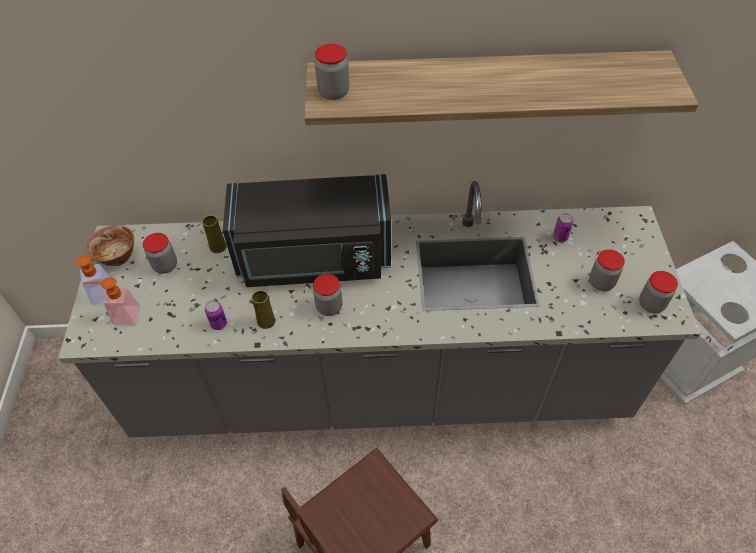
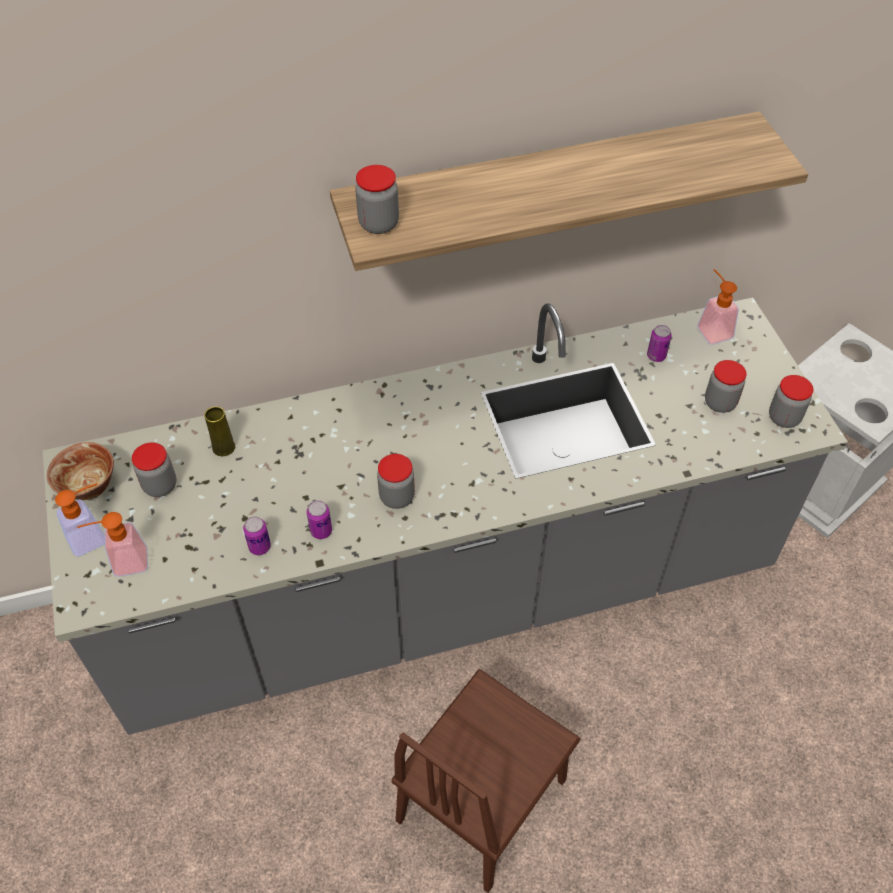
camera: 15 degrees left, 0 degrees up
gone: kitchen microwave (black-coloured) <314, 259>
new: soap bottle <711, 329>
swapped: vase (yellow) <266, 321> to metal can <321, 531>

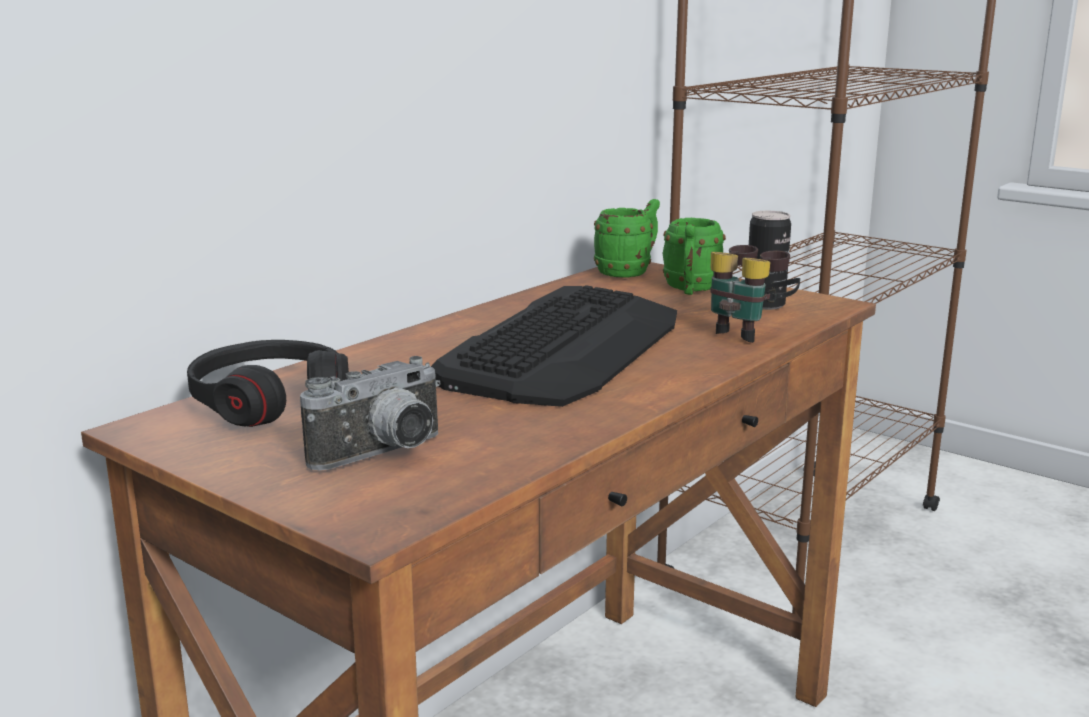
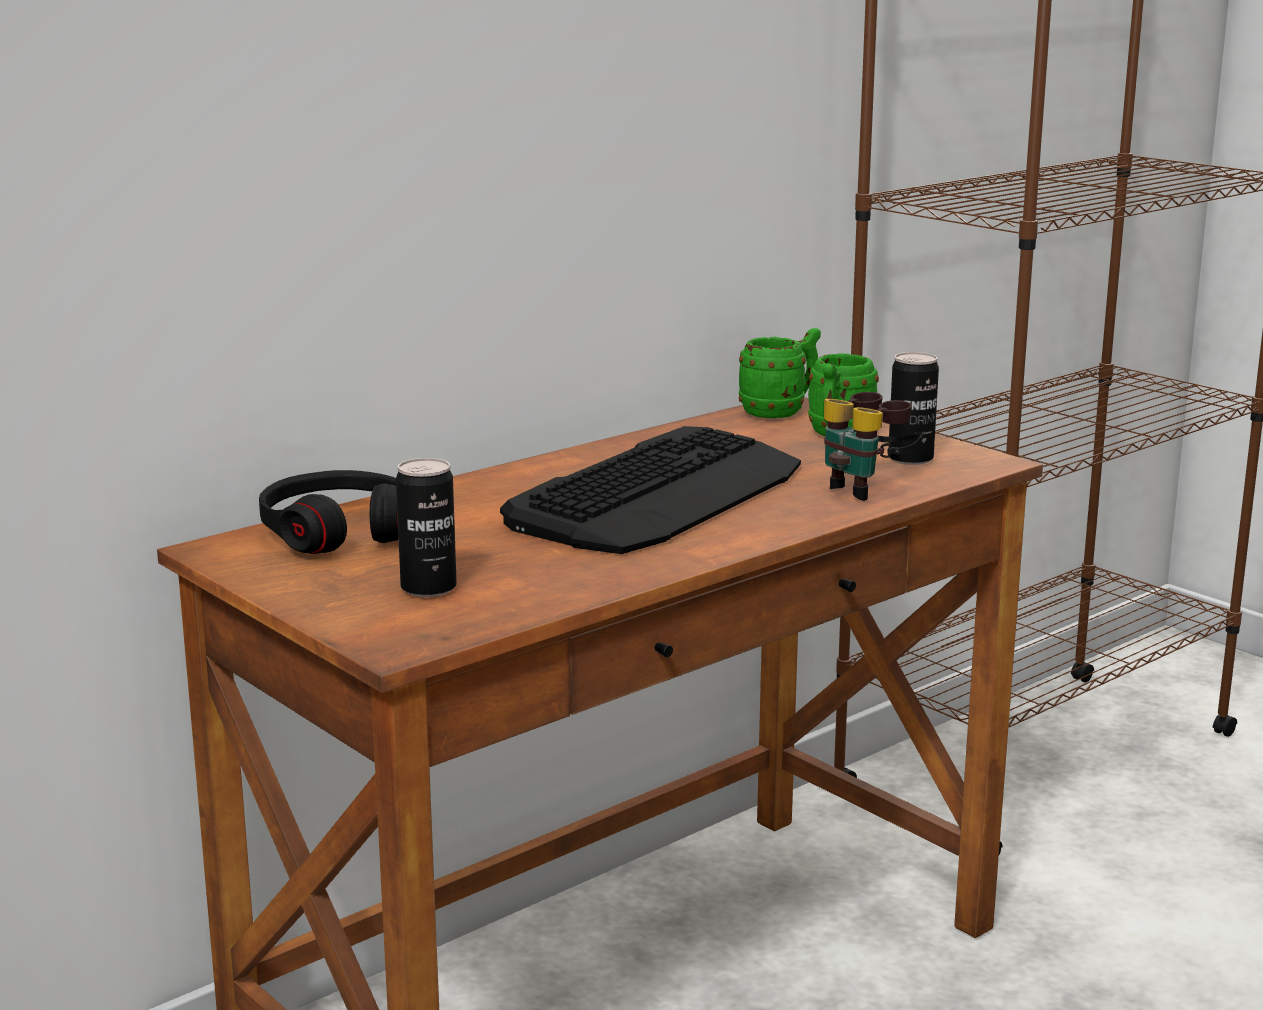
camera: 10 degrees right, 0 degrees up
swapped: photo camera <385, 455> to metal can <428, 588>

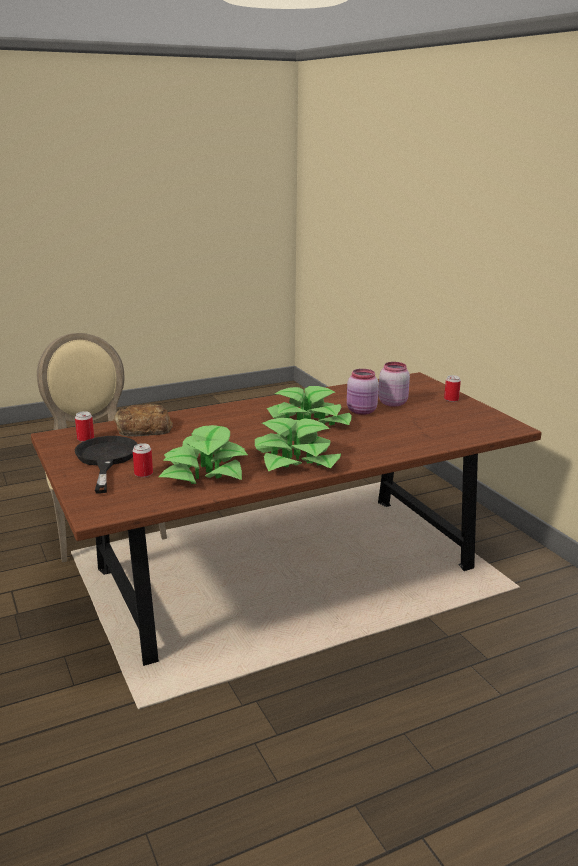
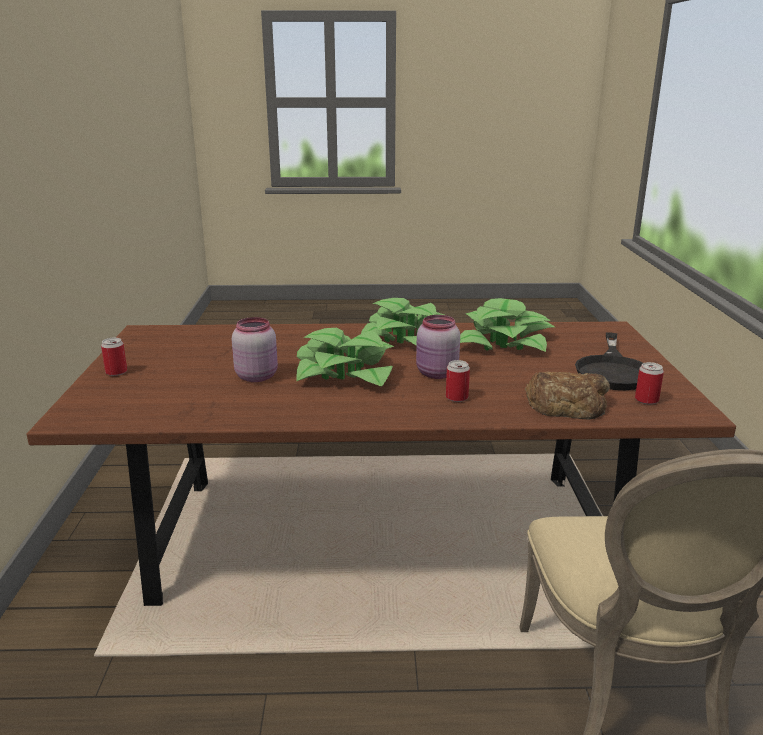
camera: 155 degrees left, 0 degrees up
shifted: metal can <143, 474> to <456, 398>; storage jar (pink-coloured) <392, 403> to <436, 374>

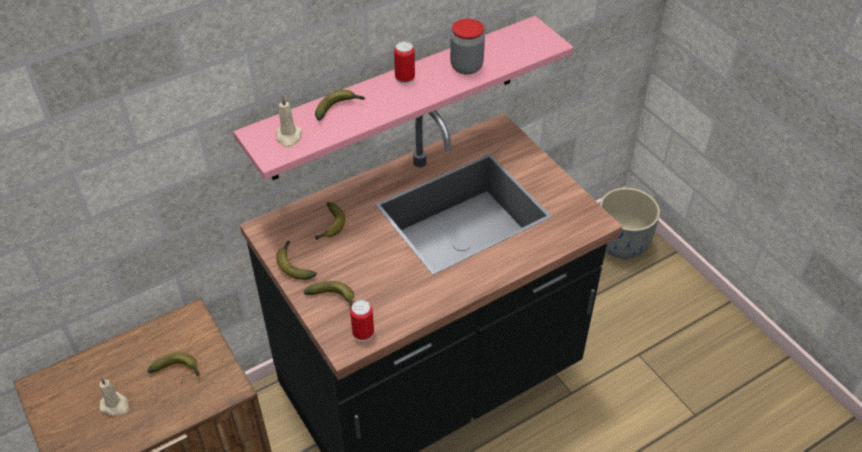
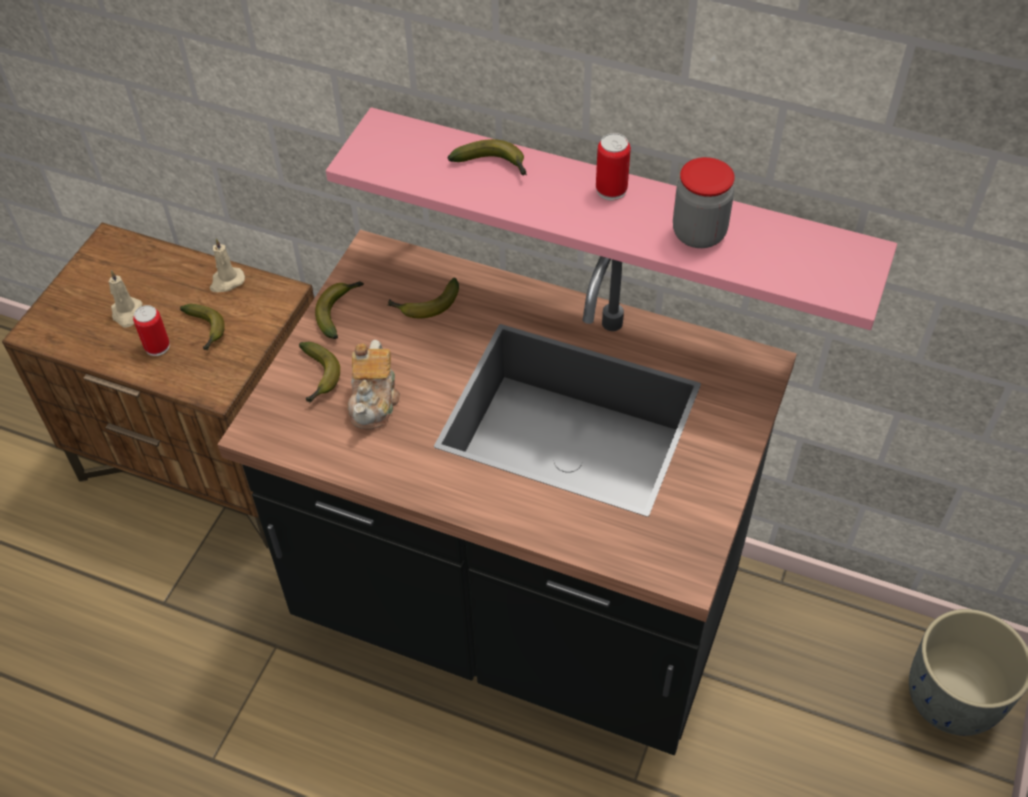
camera: 55 degrees right, 5 degrees up
new: teapot <374, 401>
shifted: wax candle (beige-coloured) <289, 137> to <226, 281>; metal can <363, 333> to <157, 346>

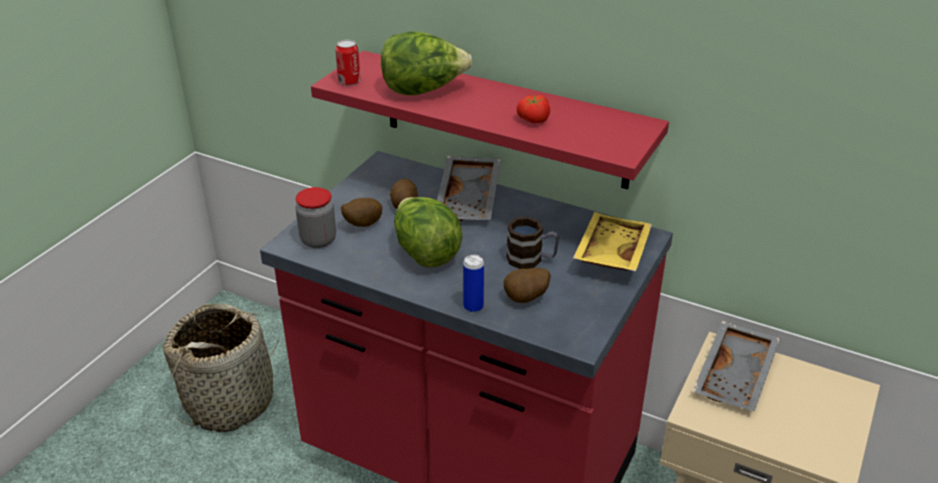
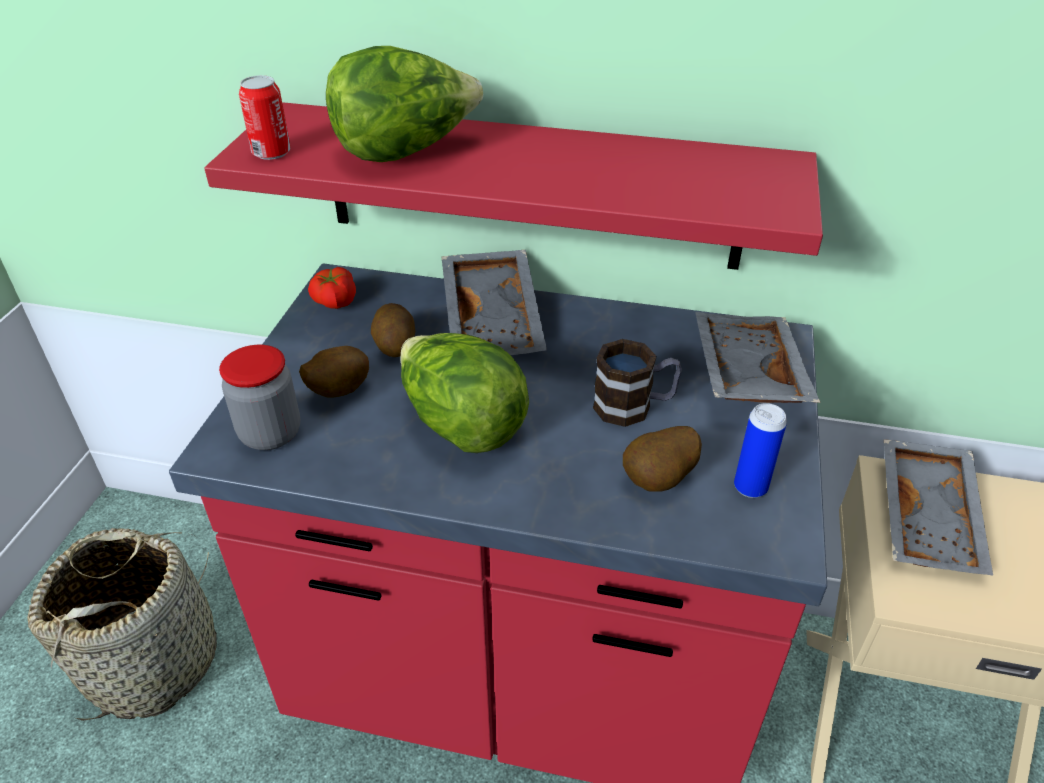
camera: 15 degrees left, 5 degrees up
shifted: metal can <473, 307> to <750, 487>; tomato <532, 119> to <334, 302>
repainted: carrying tray (yellow) <610, 252> to carrying tray (grey) <744, 373>

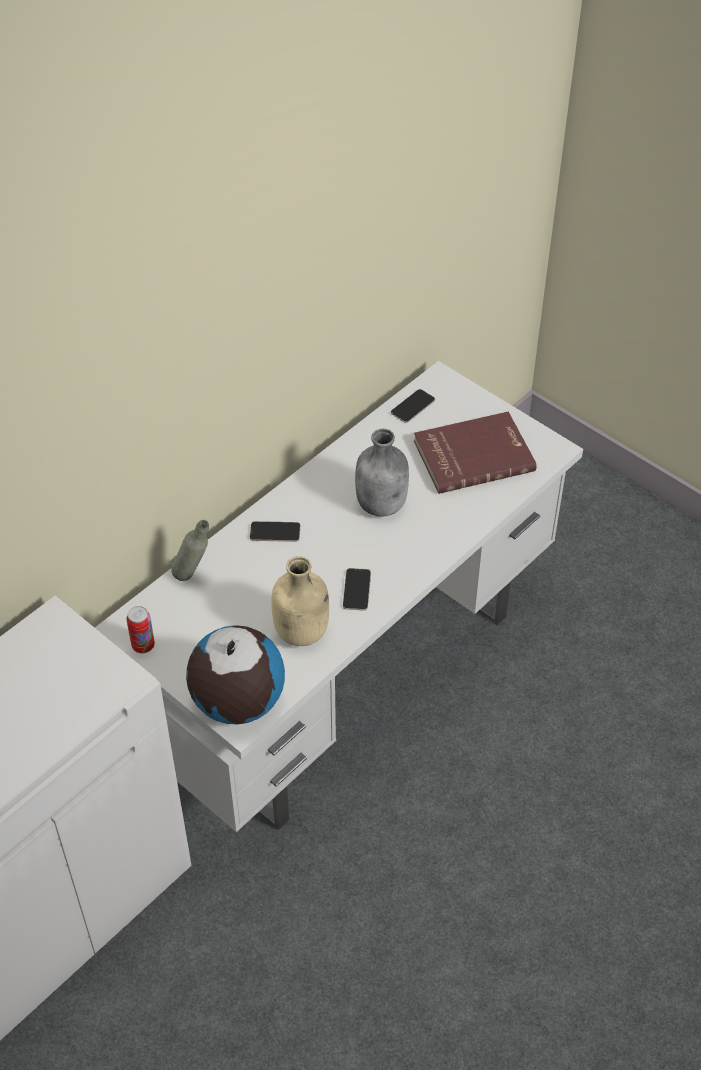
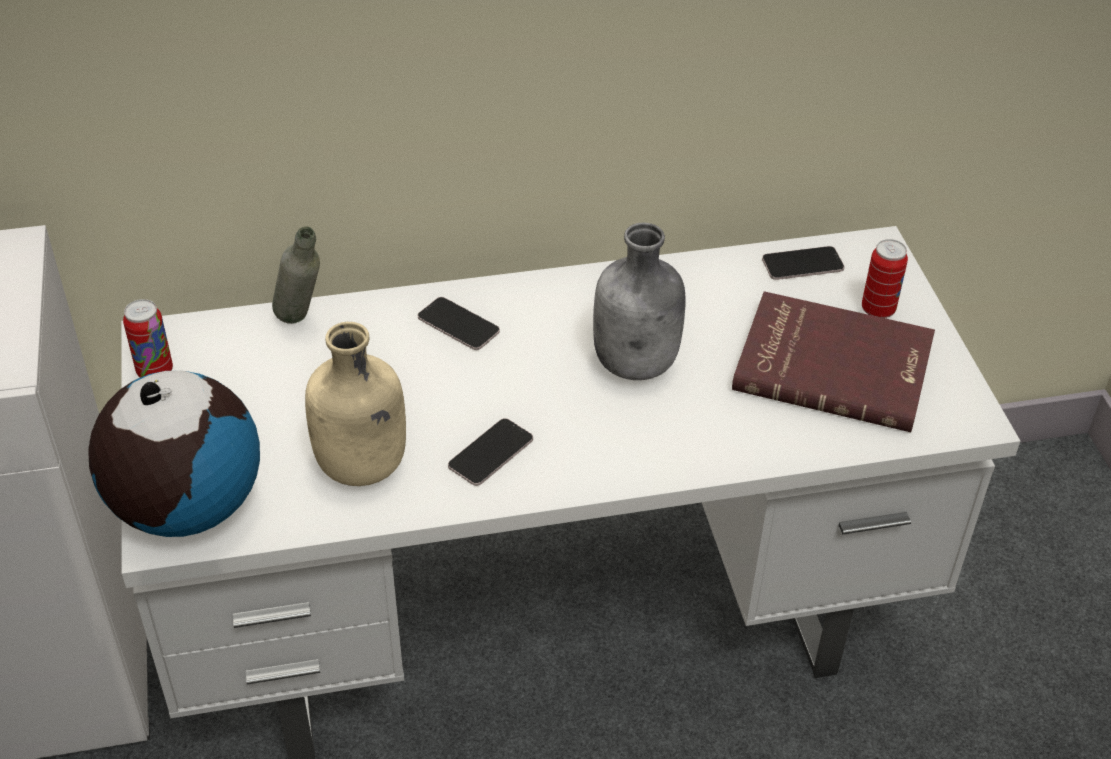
camera: 35 degrees right, 5 degrees down
new: metal can <878, 310>

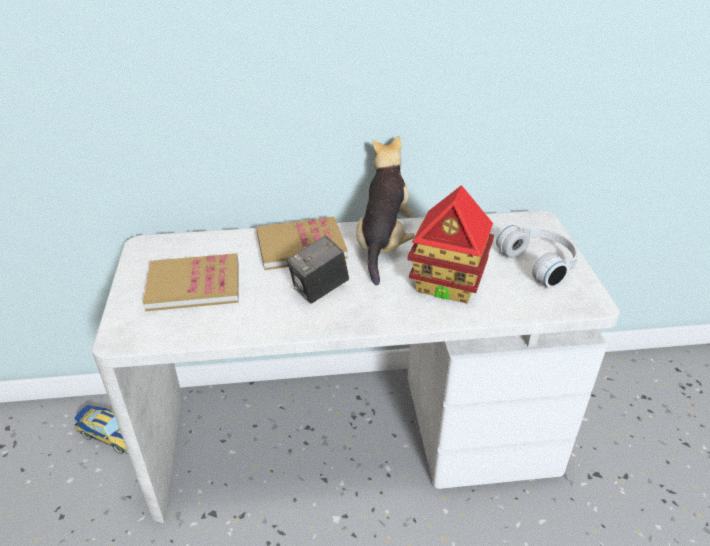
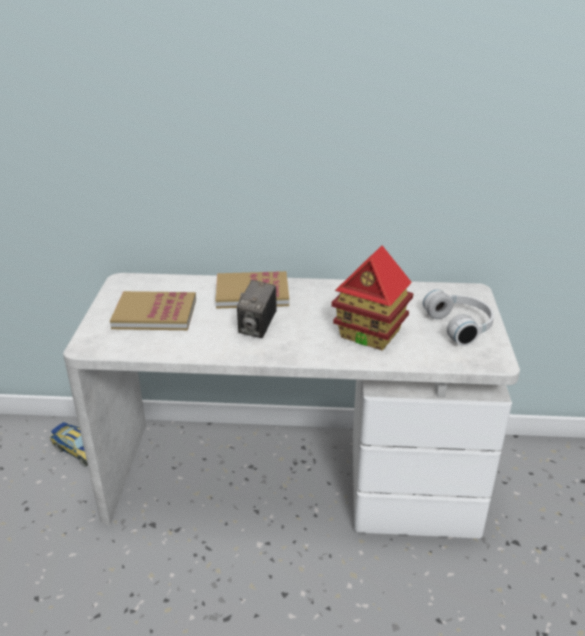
camera: 10 degrees right, 5 degrees down
gone: cuddly toy <383, 244>
rotated: photo camera <319, 290> = <257, 328> 45 degrees counterclockwise

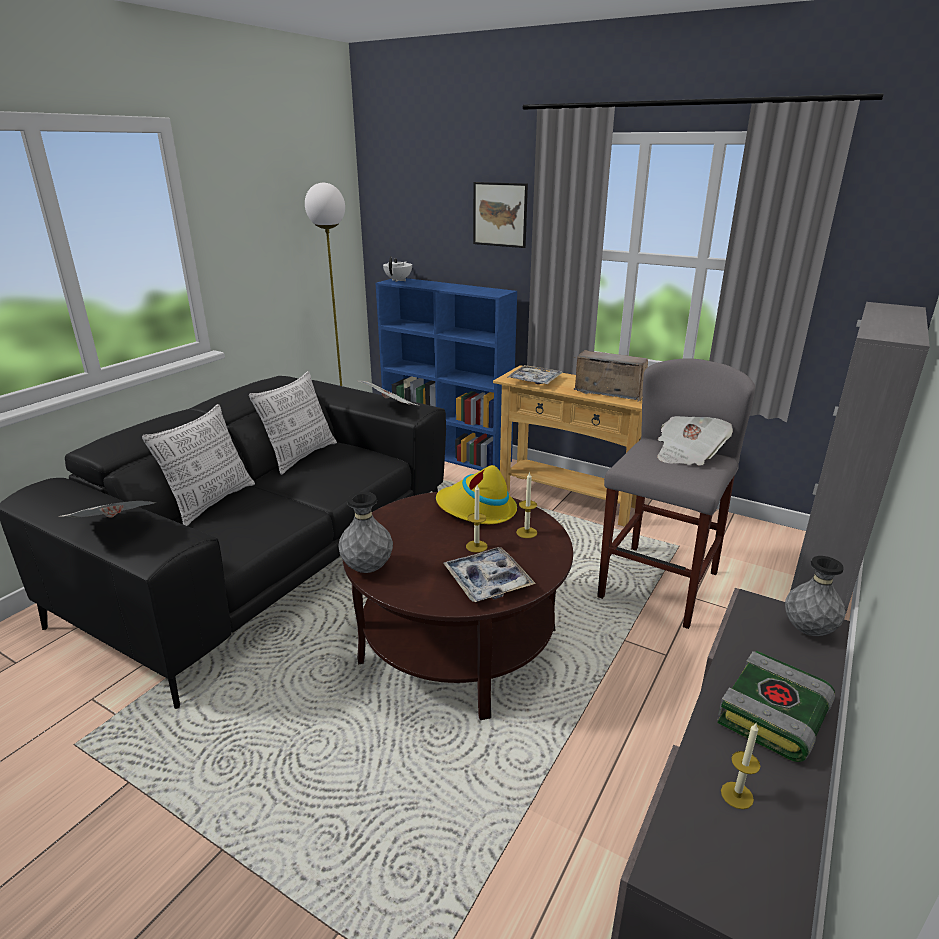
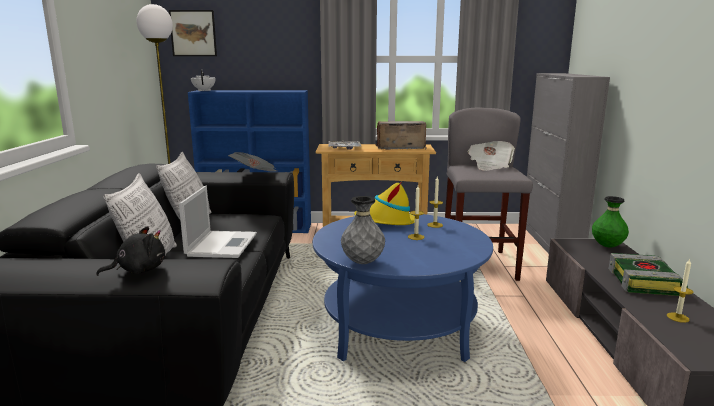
camera: 30 degrees left, 10 degrees down
gone: carrying tray <487, 581>
new: notebook computer <222, 244>
shifted: picture <500, 214> to <193, 33>
swapped: daily paper <116, 529> to cuddly toy (black-coloured) <138, 270>
repainted: coffee table (brown) <458, 643> to coffee table (bluish) <399, 327>; vase (grey) <808, 630> to vase (green-coloured) <607, 246>

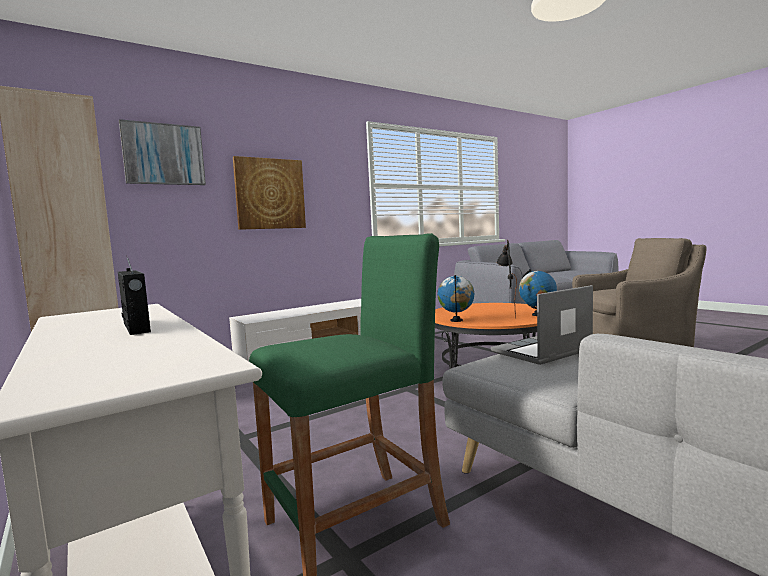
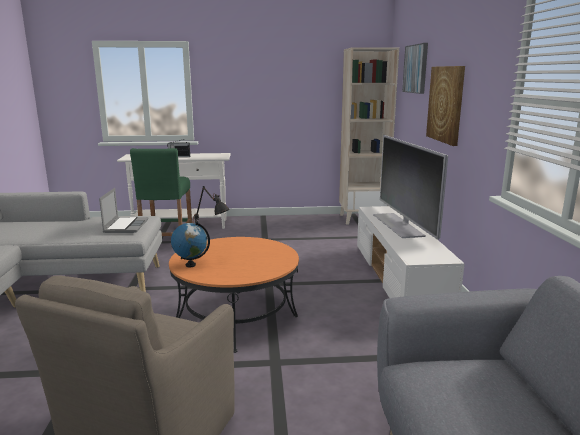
camera: 120 degrees right, 10 degrees up
gone: world globe <456, 320>
new: TV <399, 225>

